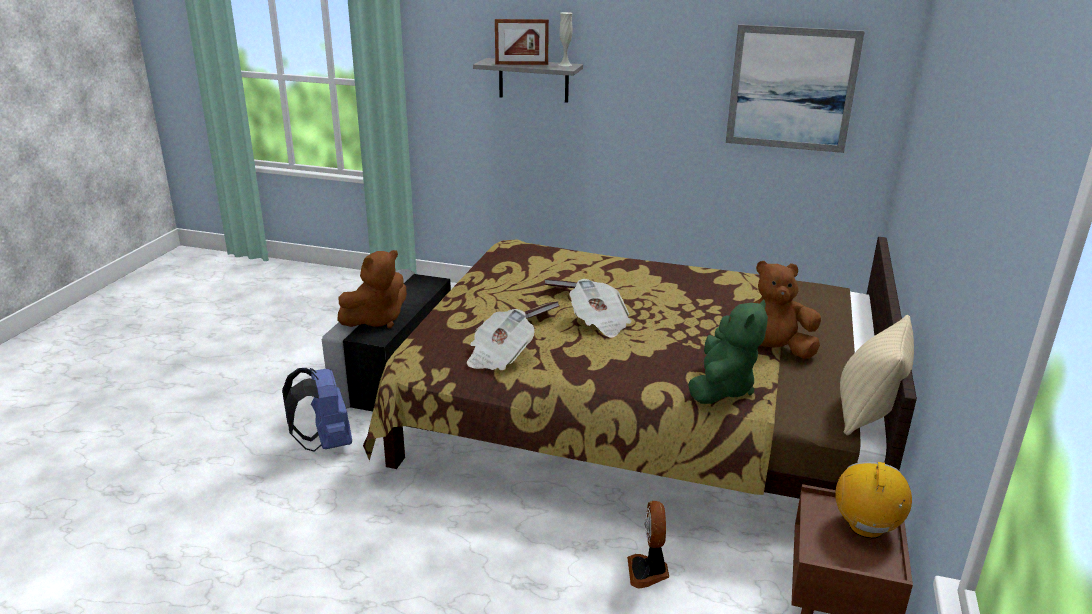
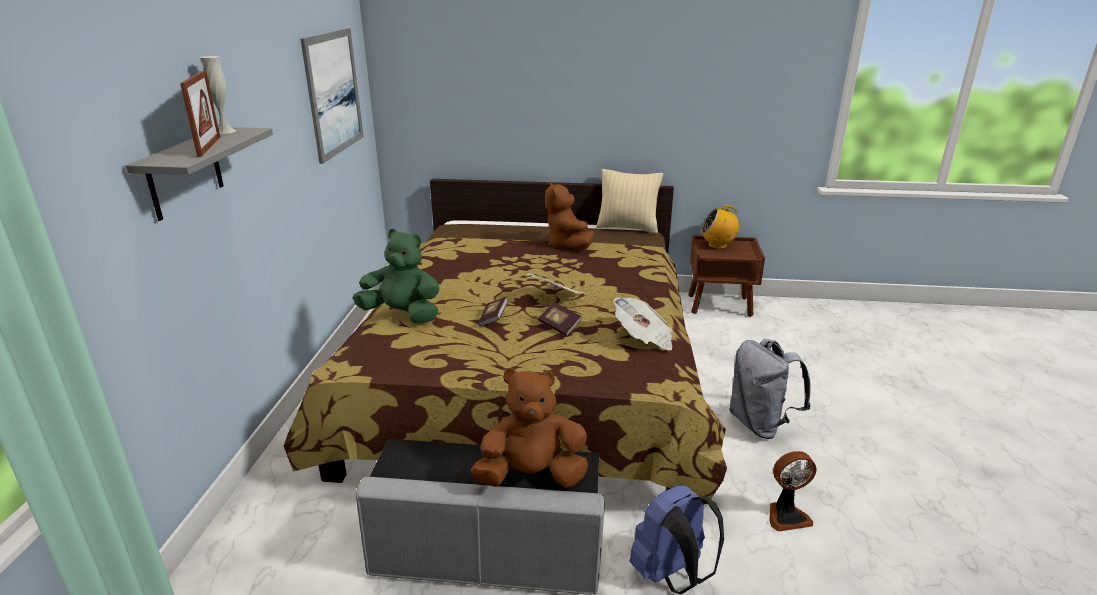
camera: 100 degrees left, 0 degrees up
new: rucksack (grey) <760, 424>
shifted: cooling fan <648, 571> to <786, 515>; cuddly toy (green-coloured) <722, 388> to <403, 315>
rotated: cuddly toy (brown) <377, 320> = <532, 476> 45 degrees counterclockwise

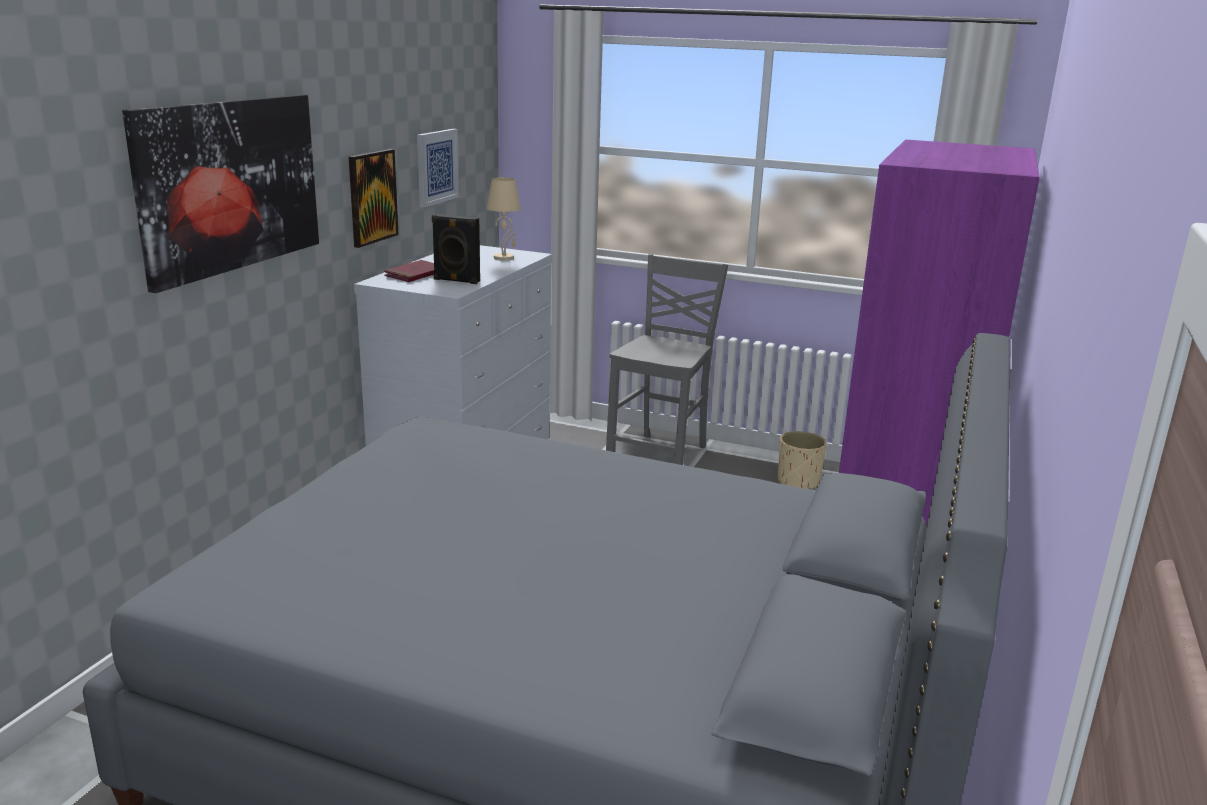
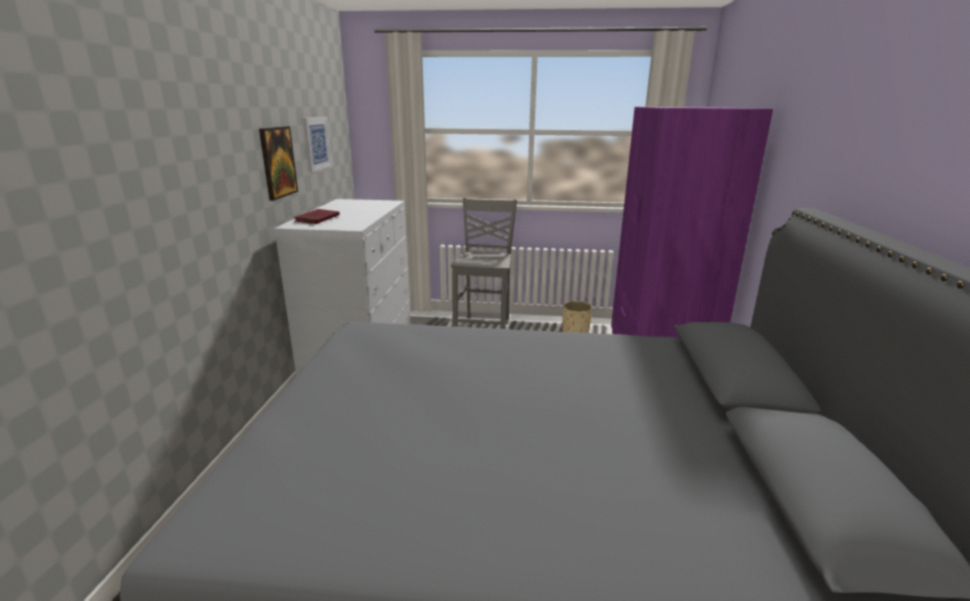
camera: 15 degrees left, 0 degrees up
gone: picture <230, 185>; audio speaker (black-coloured) <456, 281>; tabletop lamp (beige-coloured) <504, 258>

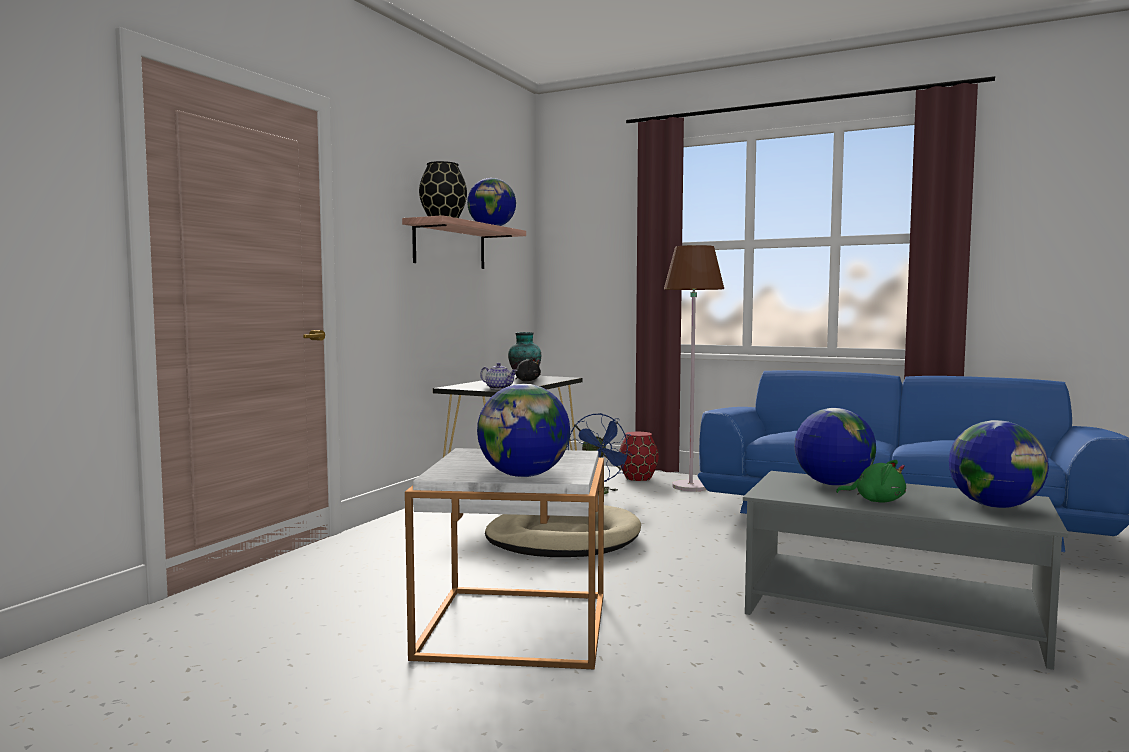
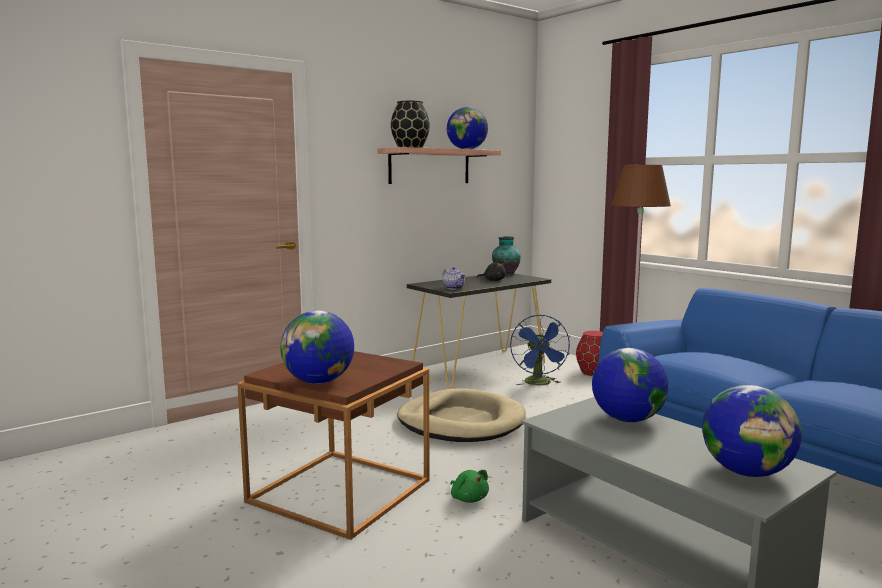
camera: 25 degrees right, 5 degrees up
shifted: cuddly toy (green-coloured) <876, 501> to <468, 498>
repainted: side table (white-coloured) <515, 625> to side table (brown) <340, 491>

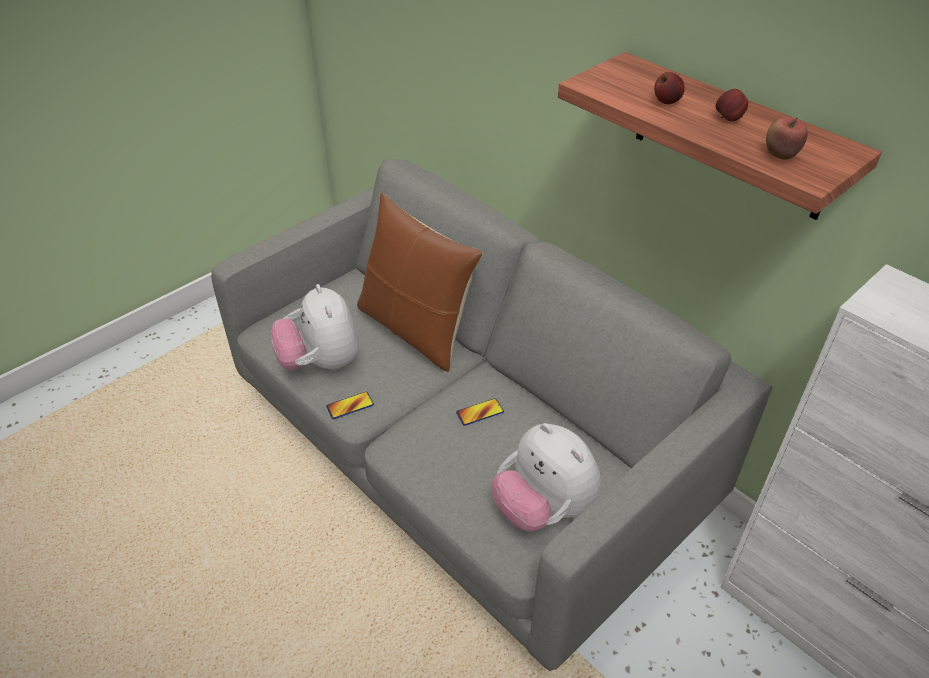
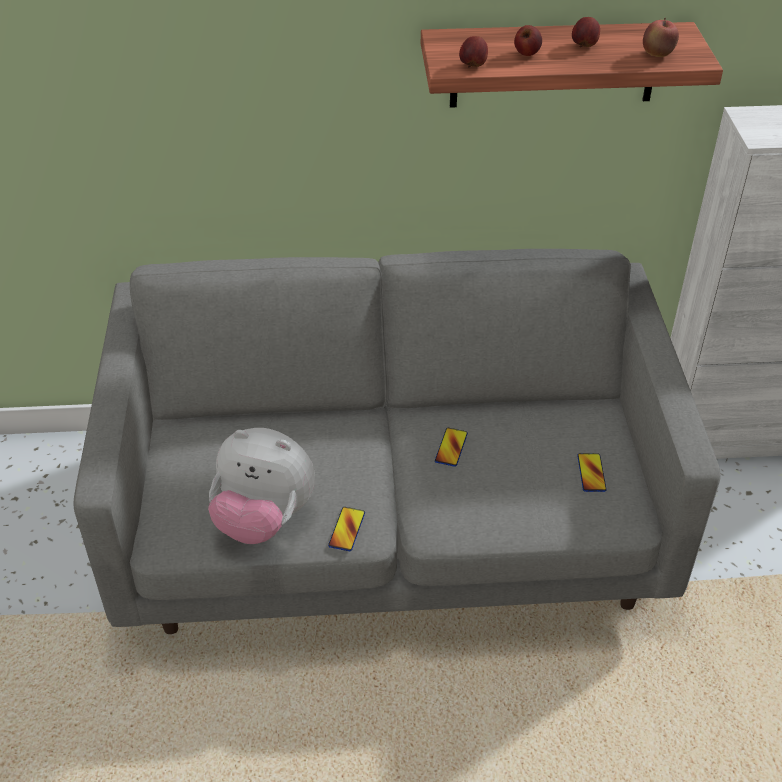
camera: 50 degrees left, 0 degrees up
gone: throw pillow (brown) <416, 329>
new: apple fruit <473, 66>
swapped: cuddly toy <543, 508> to handset <591, 473>

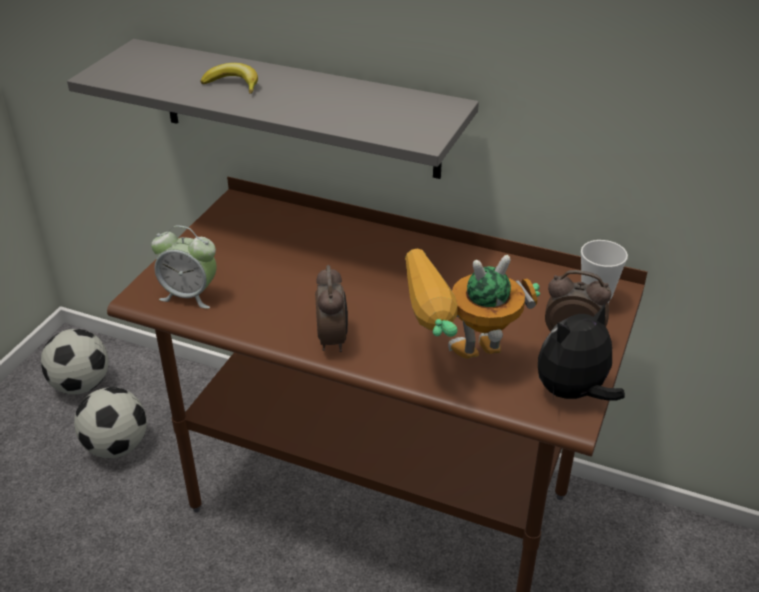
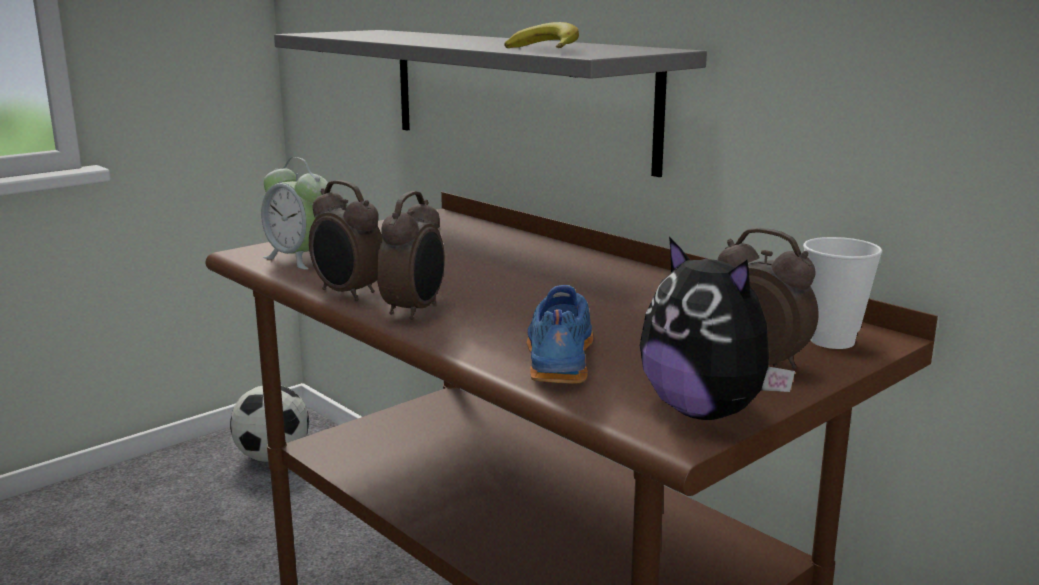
camera: 25 degrees right, 20 degrees down
gone: football <116, 446>
new: alarm clock <347, 294>
shifted: banana <233, 84> to <546, 49>
swapped: model robot <459, 364> to shoe (bluish) <557, 355>
rotated: cuddly toy <573, 393> = <706, 411> 120 degrees counterclockwise

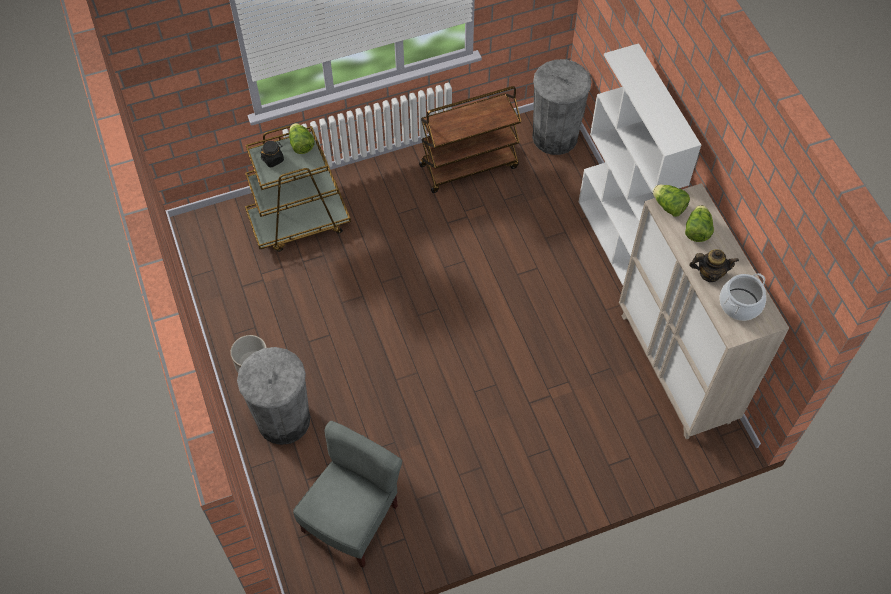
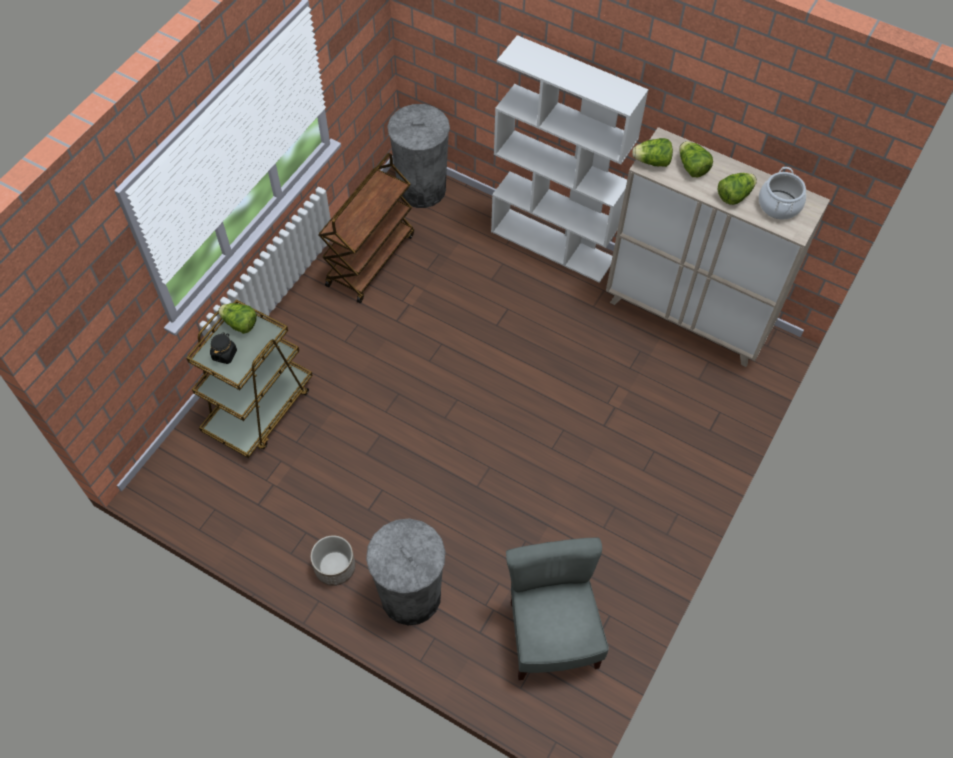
camera: 40 degrees left, 0 degrees up
swapped: teapot <709, 273> to lettuce <734, 195>

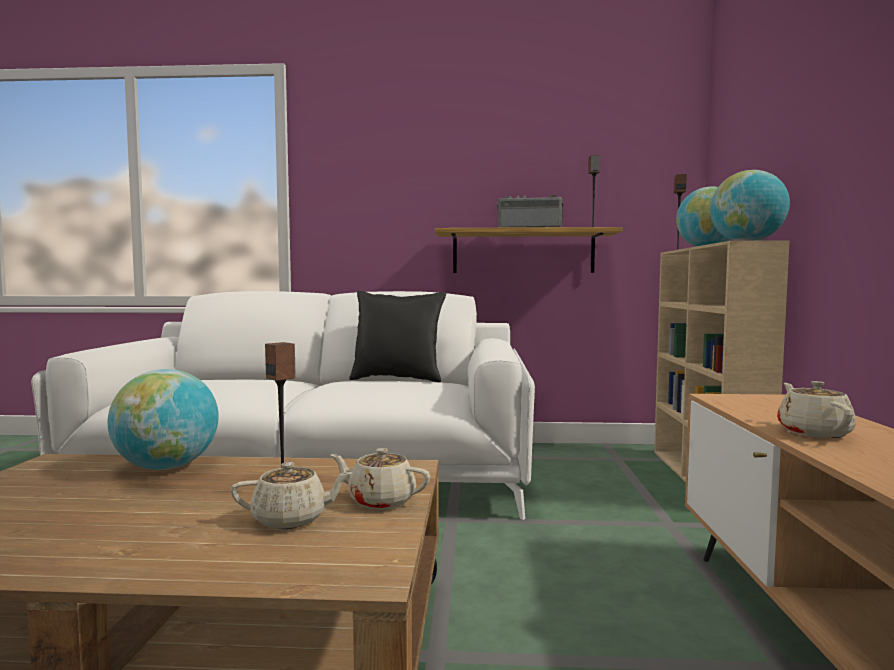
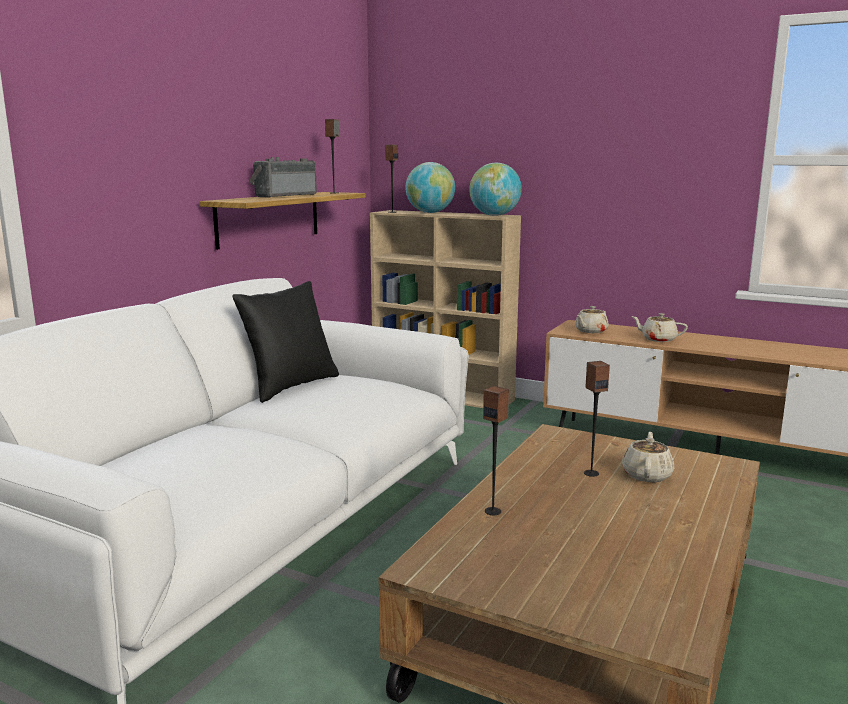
camera: 65 degrees left, 10 degrees up
shifted: teapot (beige-coloured) <380, 501> to <590, 331>
swapped: world globe <167, 467> to audio speaker <493, 511>

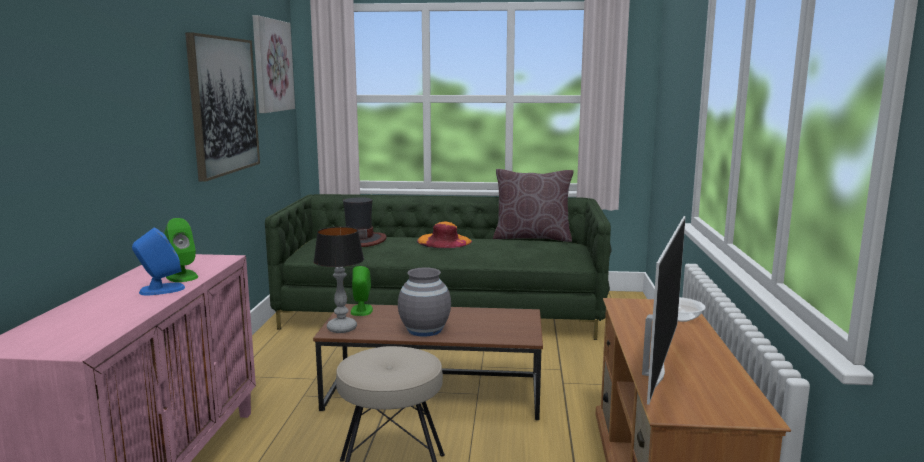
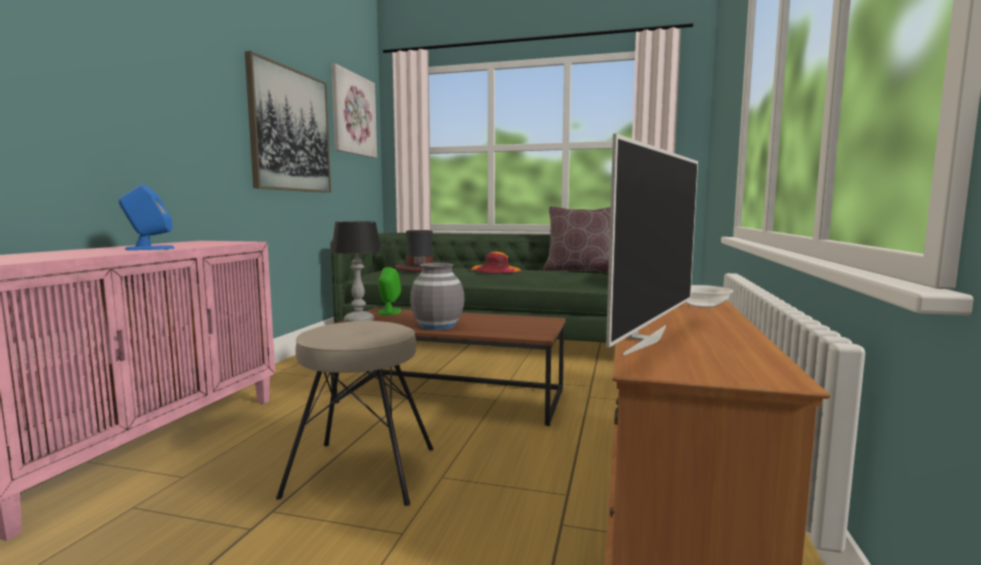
camera: 10 degrees right, 5 degrees down
gone: audio speaker (green-coloured) <181, 276>

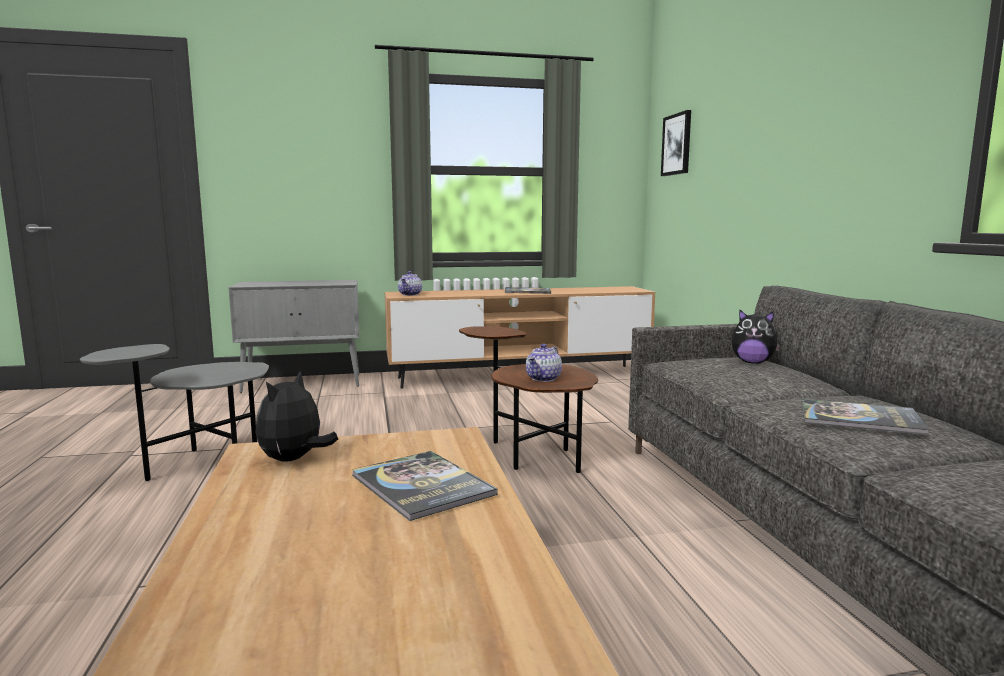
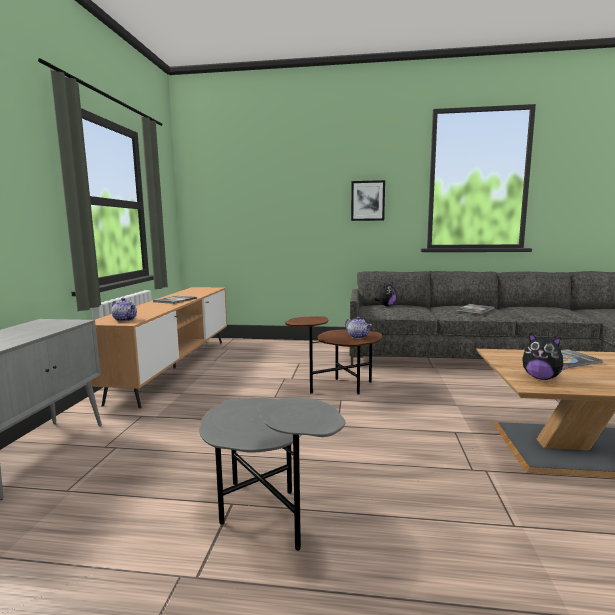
camera: 70 degrees left, 0 degrees up
shifted: picture <677, 144> to <367, 201>

